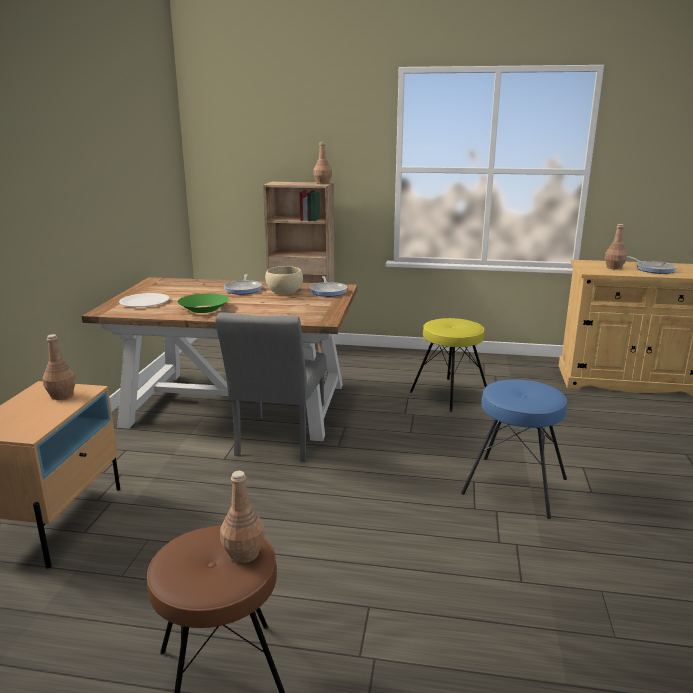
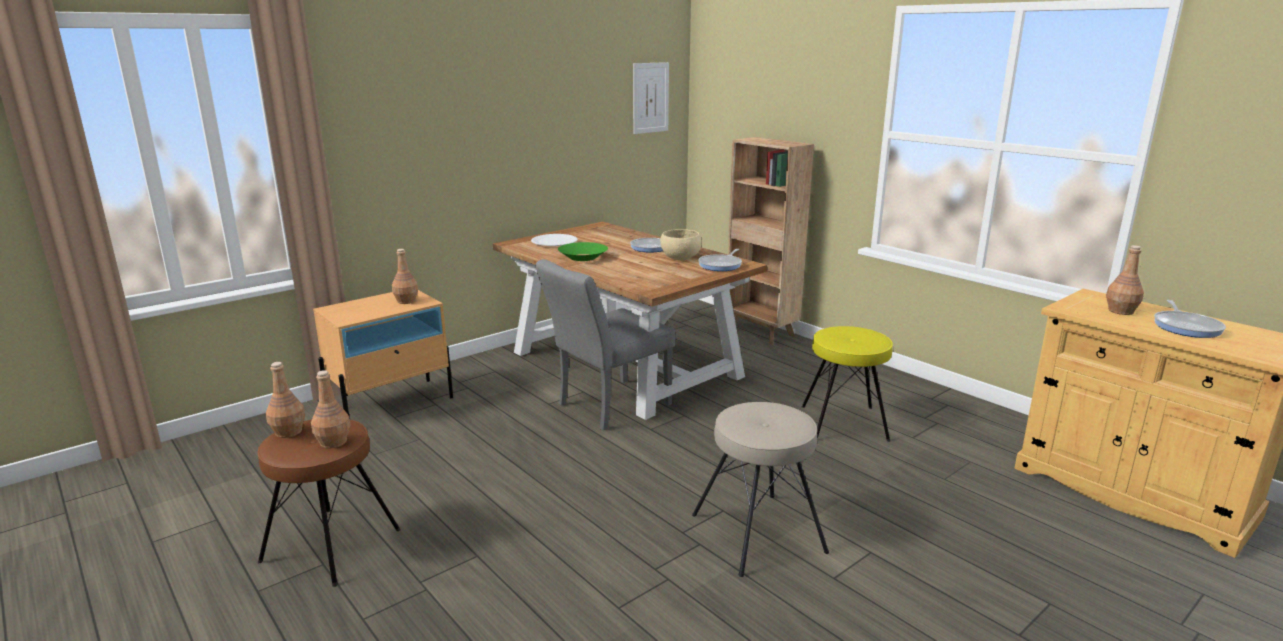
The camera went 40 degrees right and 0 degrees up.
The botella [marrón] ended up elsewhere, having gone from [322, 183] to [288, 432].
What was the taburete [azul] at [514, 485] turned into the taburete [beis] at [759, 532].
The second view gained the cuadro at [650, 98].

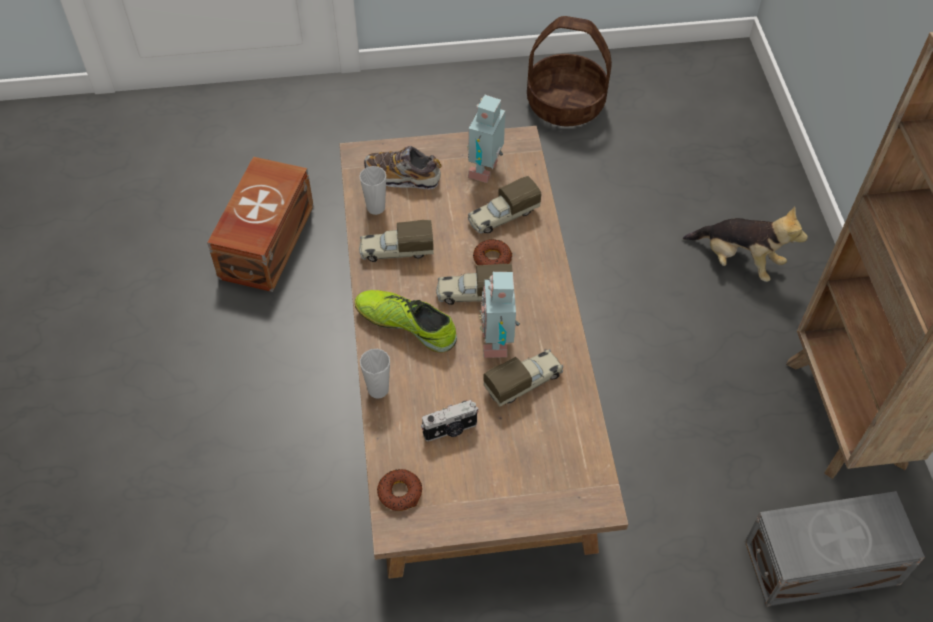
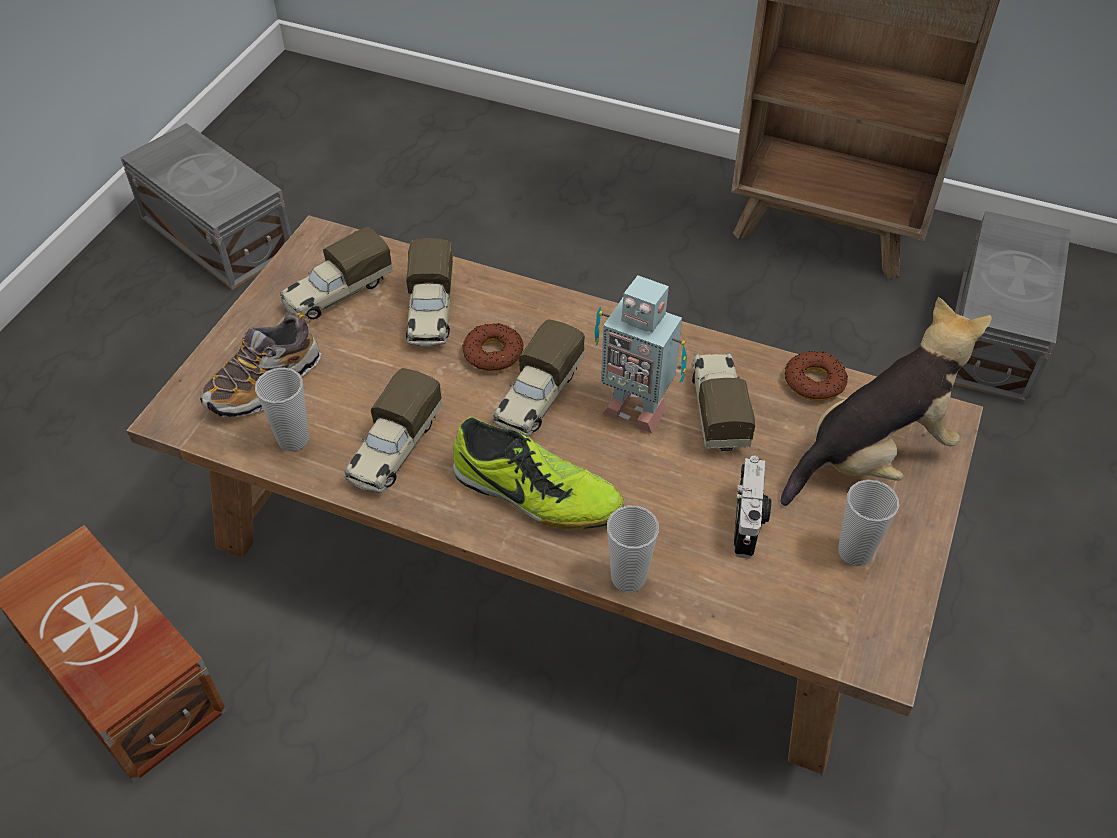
The camera went 60 degrees left and 5 degrees down.
The zapato at [406, 324] ended up facing another way, 120 degrees counterclockwise from before.
The rosquilla ended up elsewhere, having gone from [400, 493] to [814, 381].
Where the robot de juguete stood at [486, 170], the camión de juguete came to stand at [337, 293].
Where the cesta stood at [566, 103], the caja de almacenaje [gris] came to stand at [218, 232].
The peluche ended up elsewhere, having gone from [738, 261] to [872, 456].
The second view gained the taza at [855, 552].

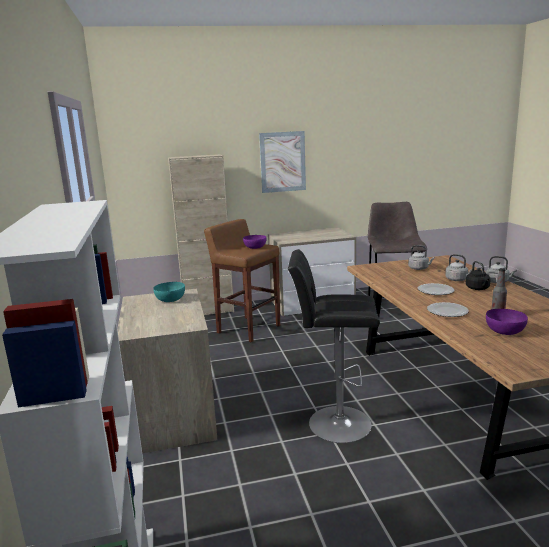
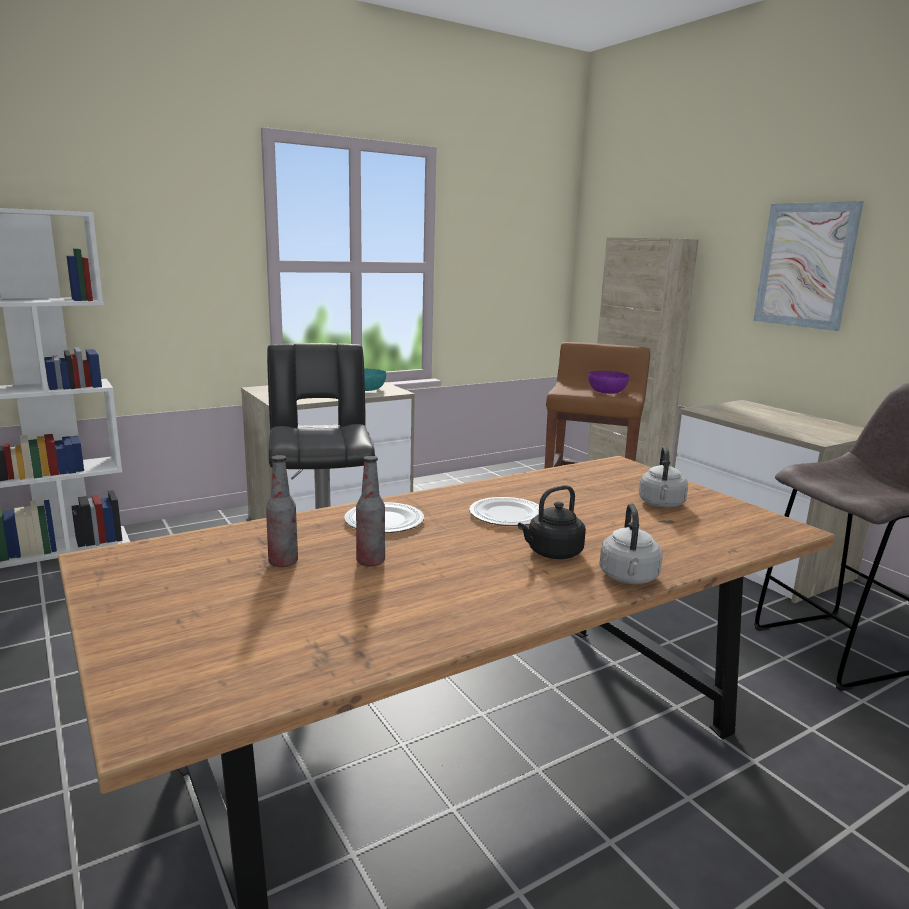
The camera went 70 degrees right and 0 degrees up.
The second view lost the hervidor [gris] at [457, 280].
Where the cuenco [morado] stood at [504, 331], the botella came to stand at [283, 563].

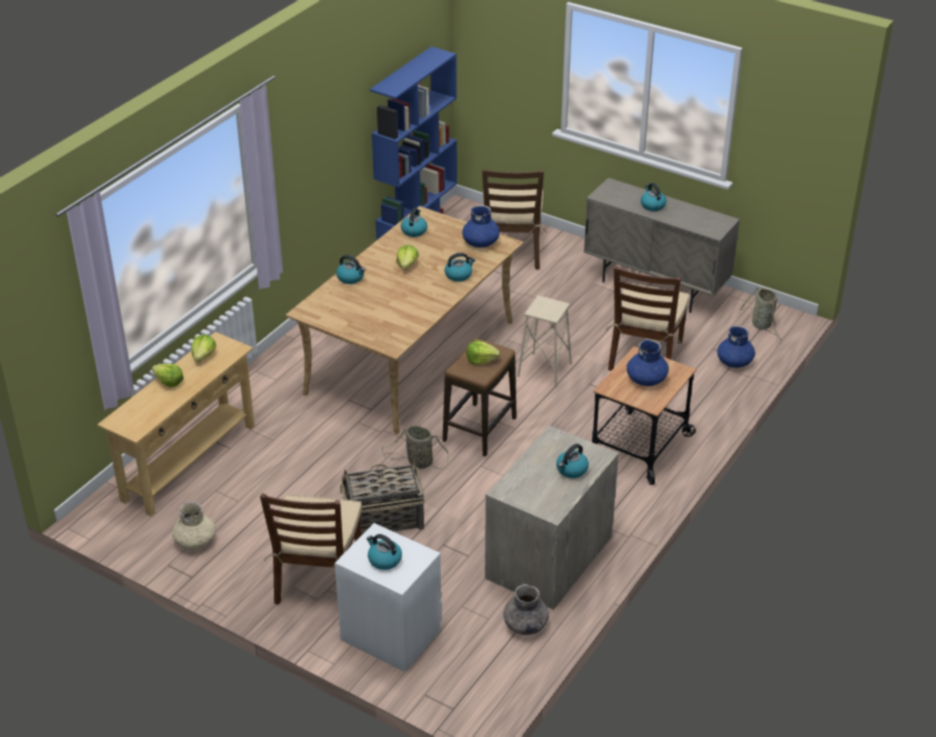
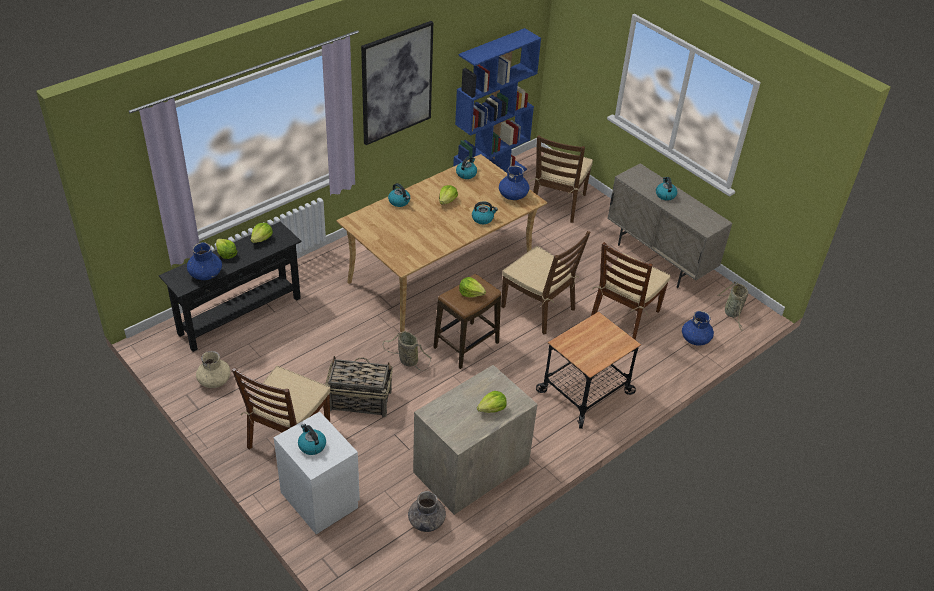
The camera went 15 degrees right and 5 degrees up.
What was the mesa consola [beis] at [188, 462] turned into the mesa consola [negro] at [240, 315].
Where the taburete [beis] stood at [544, 370], the silla [marrón] came to stand at [539, 308].
Where the hervidor stood at [571, 470], the lechuga came to stand at [492, 409].
The florero [azul] ended up elsewhere, having gone from [646, 379] to [206, 274].
The second view gained the cuadro at [396, 83].

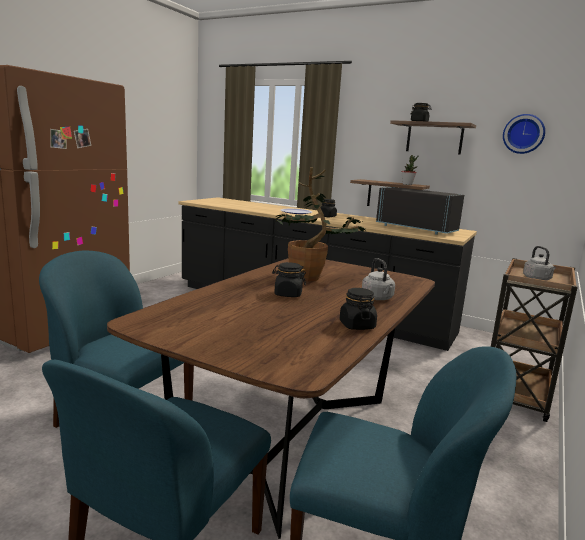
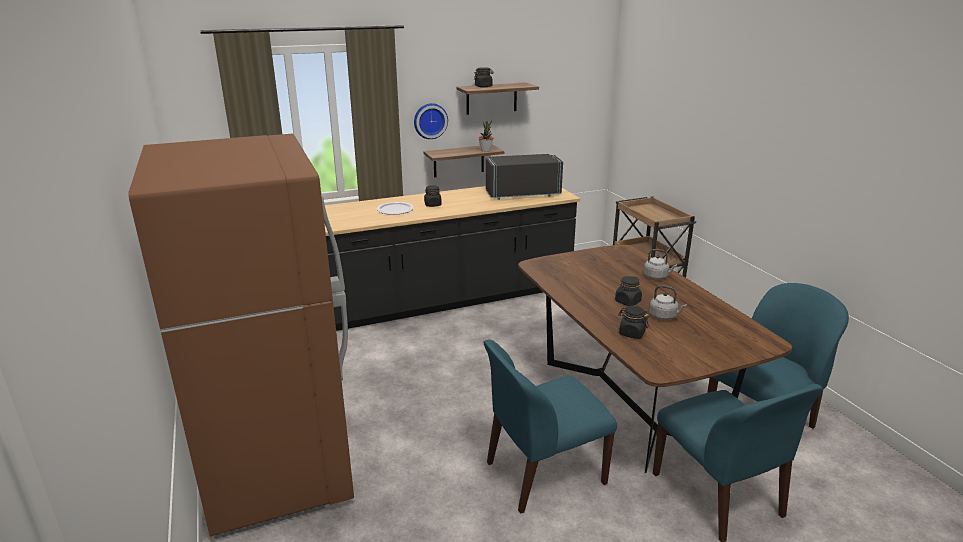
The camera went 50 degrees left and 10 degrees up.
The second view lost the planta en maceta at [313, 278].
The tarro [negro] ended up elsewhere, having gone from [356, 325] to [631, 333].
The reloj de pared ended up elsewhere, having gone from [523, 134] to [430, 120].
The hervidor [gris] ended up elsewhere, having gone from [538, 279] to [664, 316].

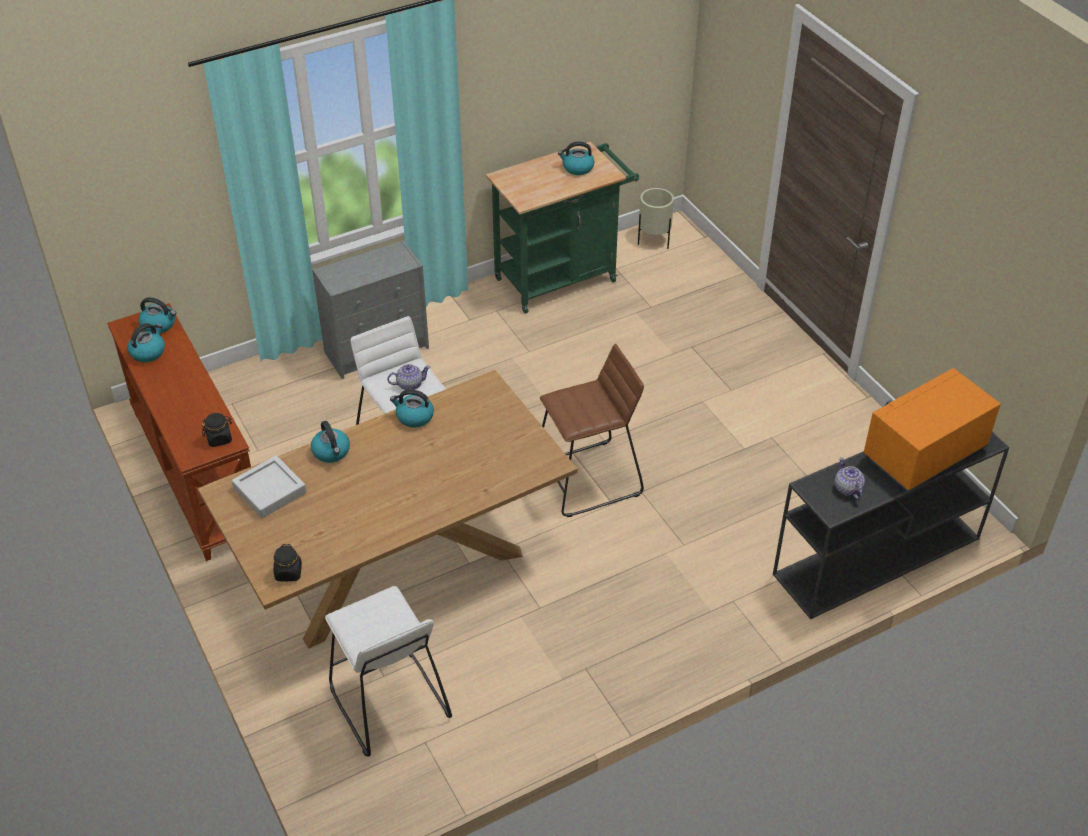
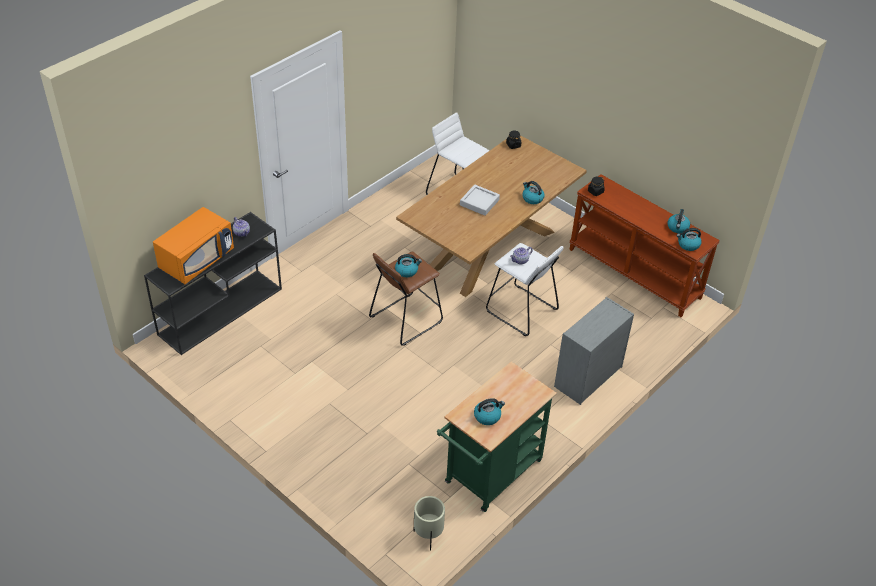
The camera went 160 degrees right and 0 degrees up.
The bandeja [gris] ended up elsewhere, having gone from [270, 490] to [479, 202].
The hervidor ended up elsewhere, having gone from [414, 417] to [407, 271].

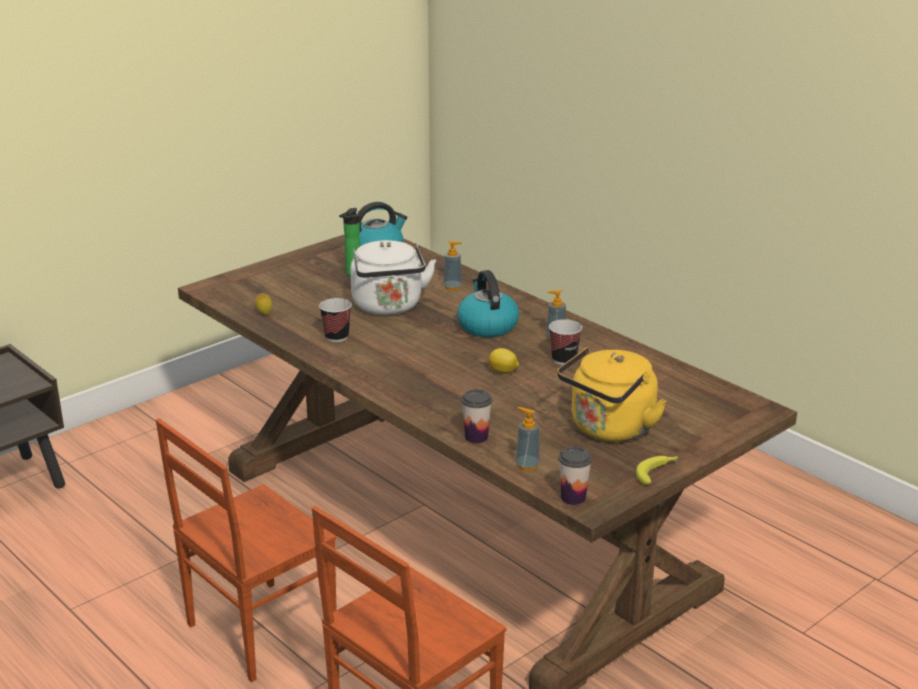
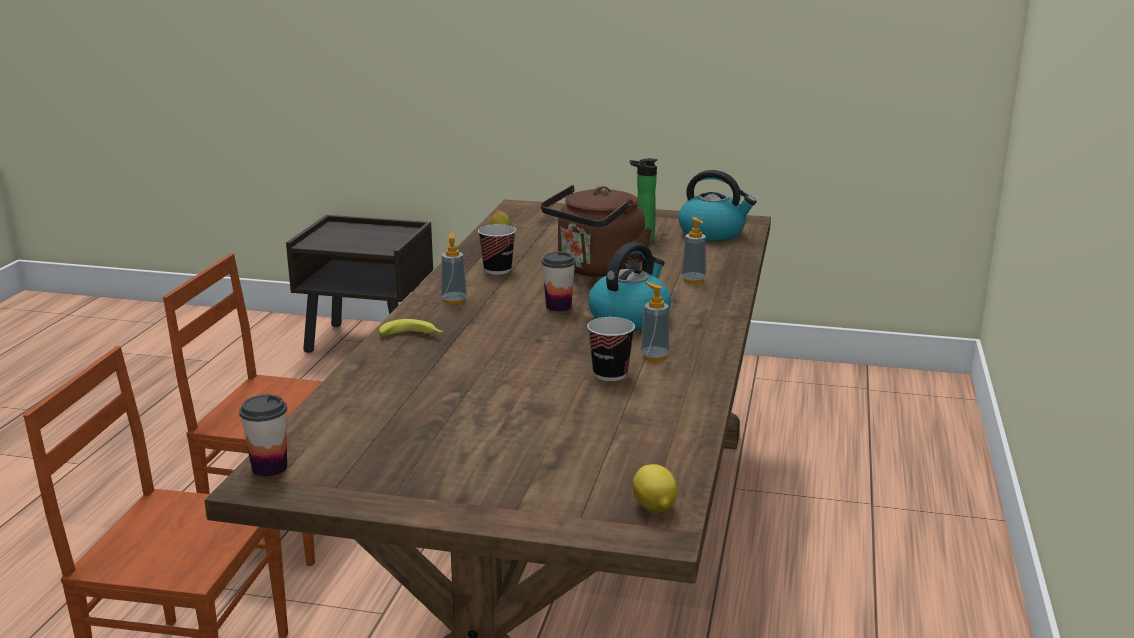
The camera went 55 degrees right and 5 degrees down.
What was the hervidor [blanco] at [389, 307] turned into the hervidor [marrón] at [597, 270].
The taza ended up elsewhere, having gone from [476, 437] to [558, 307].
The limón ended up elsewhere, having gone from [503, 372] to [654, 508].
The dispensador de jabón ended up elsewhere, having gone from [527, 465] to [454, 300].
The second view lost the hervidor [amarillo] at [609, 429].
The plátano ended up elsewhere, having gone from [657, 472] to [413, 336].

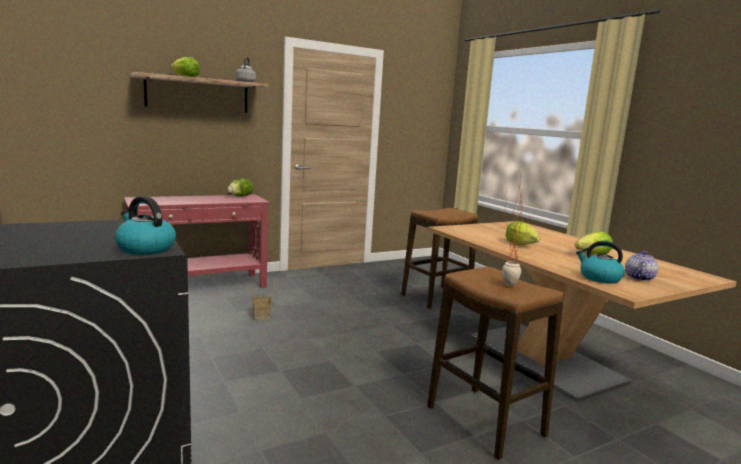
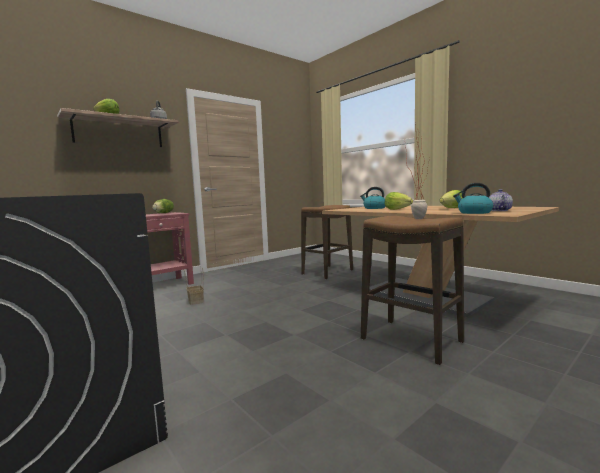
The camera went 10 degrees left and 5 degrees down.
The hervidor ended up elsewhere, having gone from [145, 248] to [374, 208].

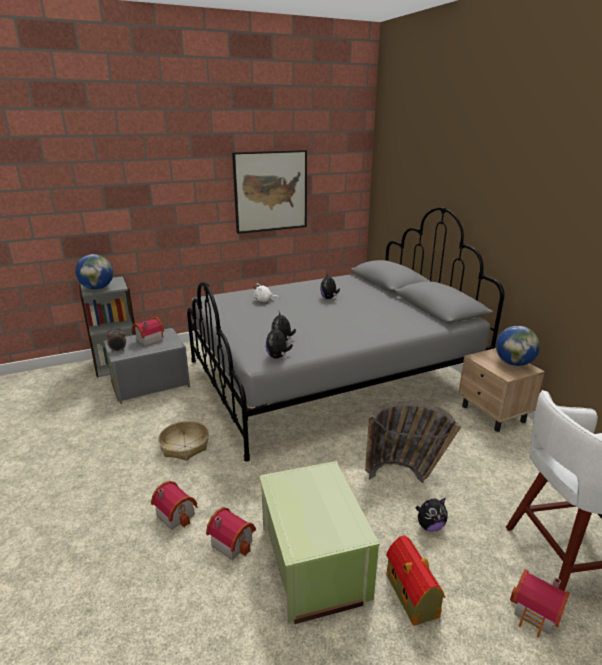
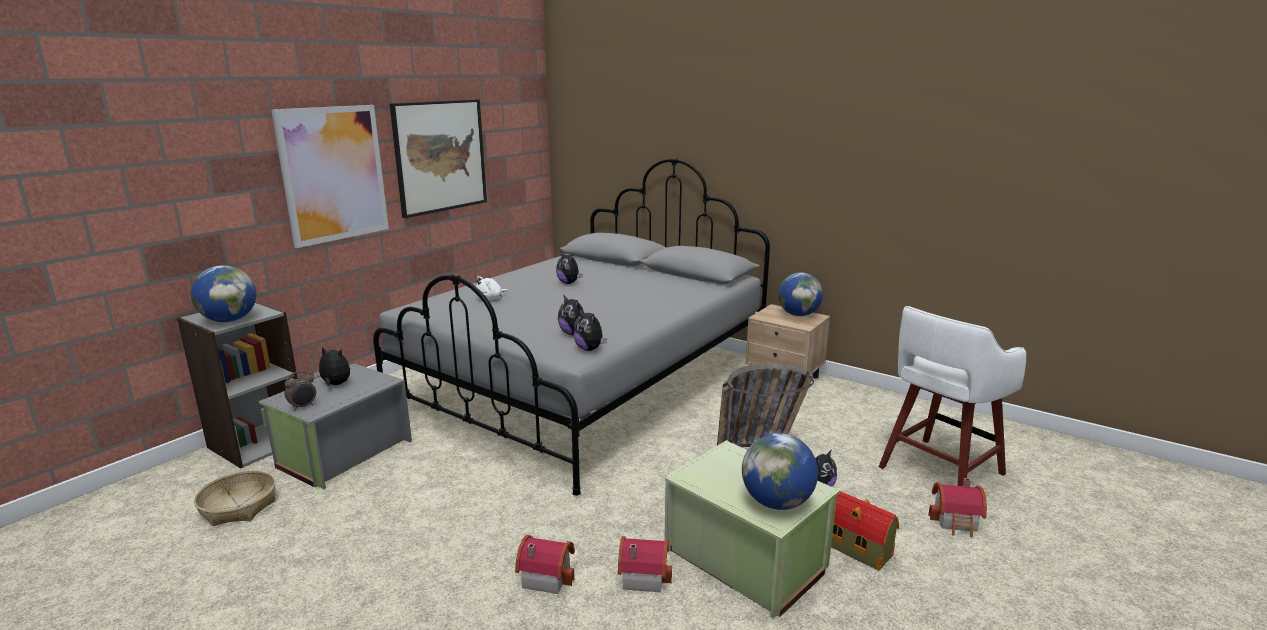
The camera went 30 degrees left and 5 degrees down.
Where the casita stood at [148, 340], the peluche came to stand at [335, 384].
The cesta ended up elsewhere, having gone from [184, 446] to [238, 507].
The second view gained the cuadro at [334, 174].
The second view gained the globo terráqueo at [777, 502].

